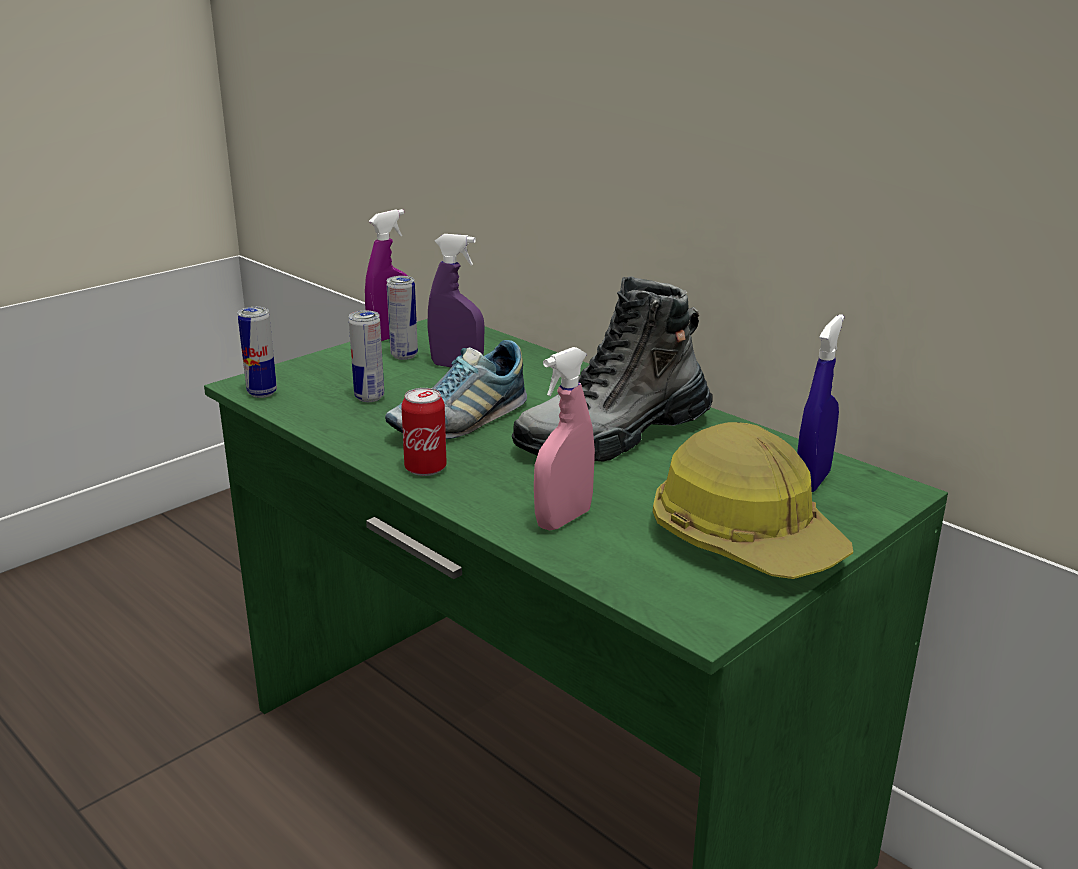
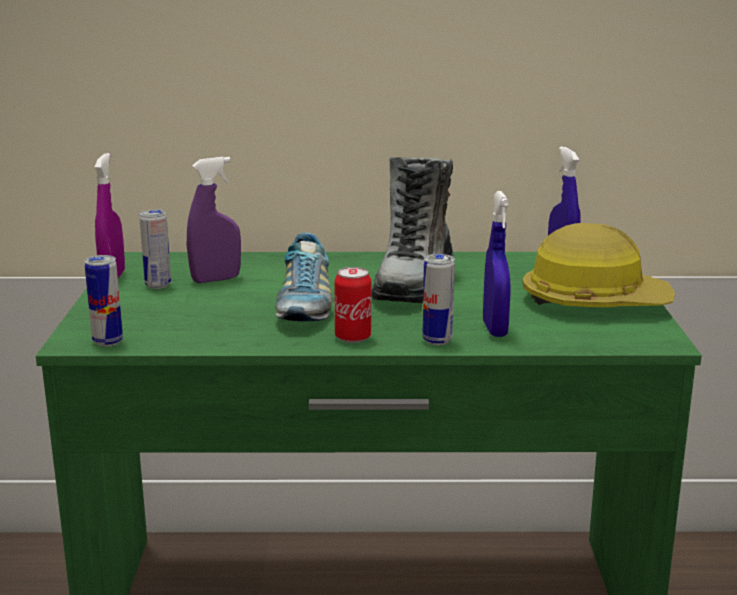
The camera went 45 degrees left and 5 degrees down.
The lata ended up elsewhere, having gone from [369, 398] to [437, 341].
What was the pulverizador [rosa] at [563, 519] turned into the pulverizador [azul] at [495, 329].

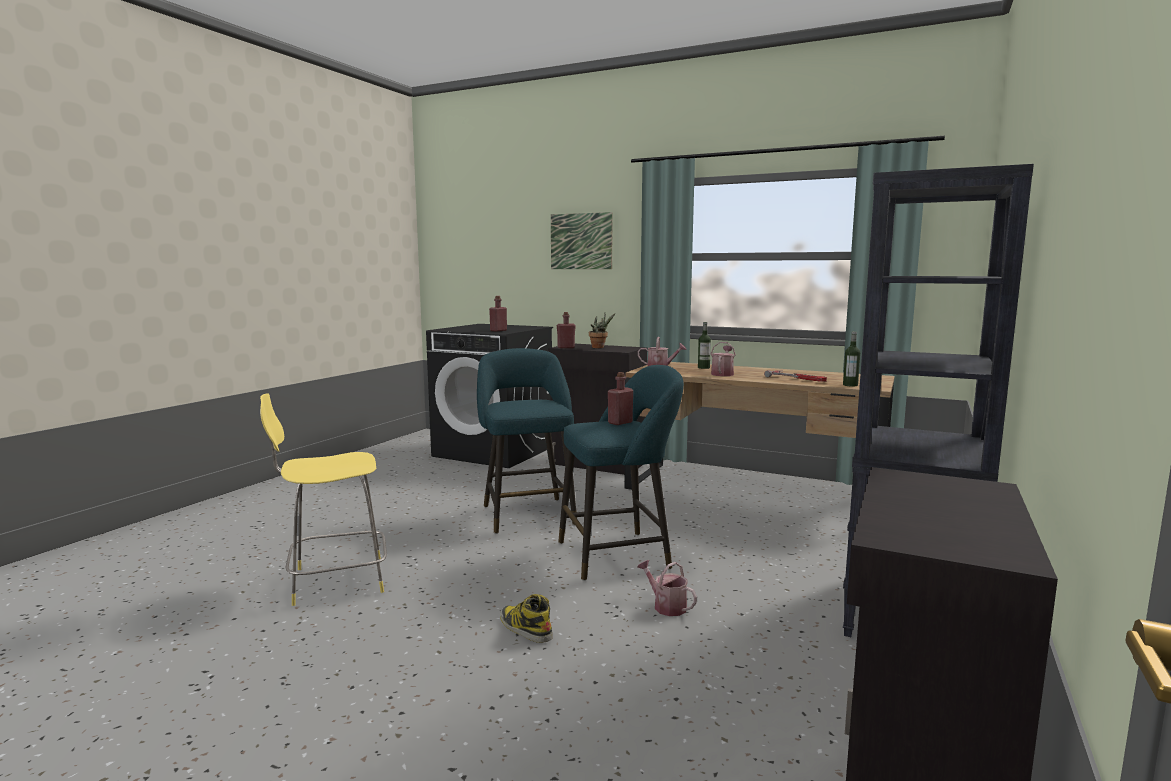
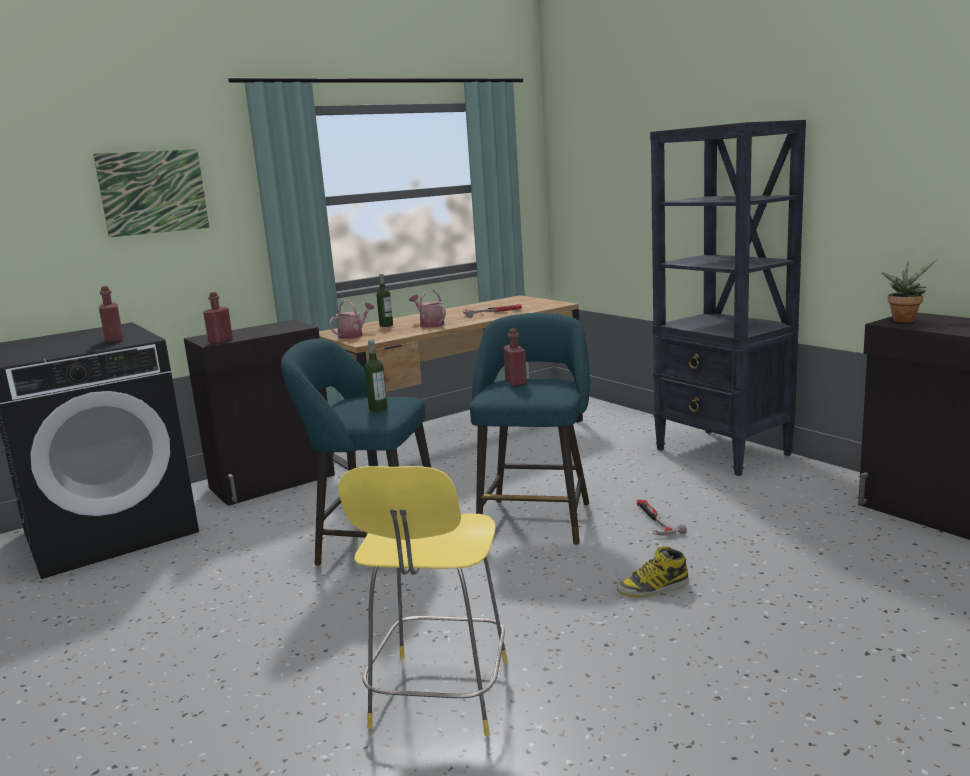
The camera went 60 degrees left and 5 degrees up.
The planta en maceta ended up elsewhere, having gone from [600, 347] to [904, 320].
Where the regadera stood at [666, 606], the martillo came to stand at [654, 521].
The botella ended up elsewhere, having gone from [850, 385] to [378, 409].

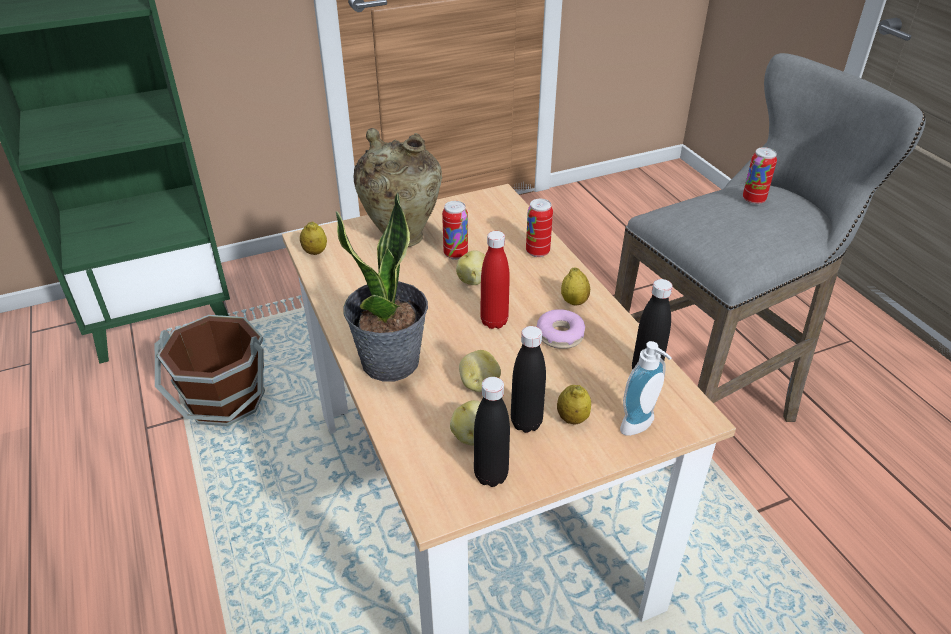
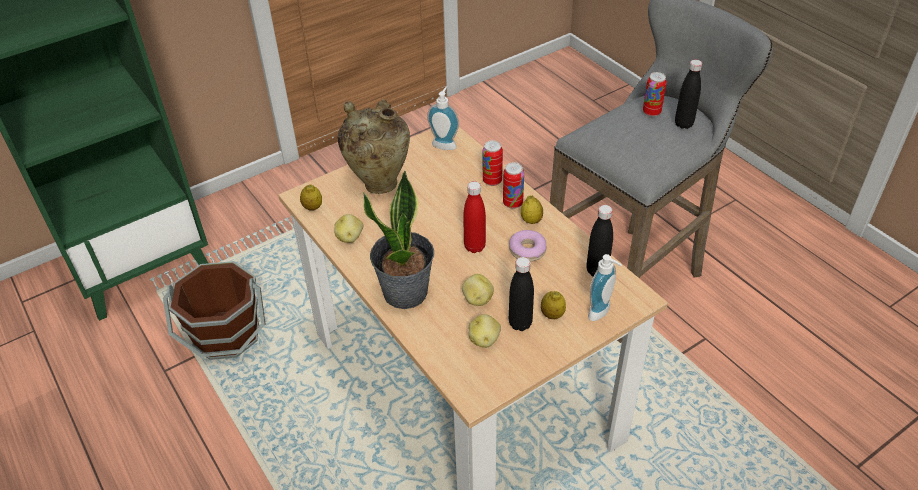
The camera went 10 degrees left and 5 degrees up.
The lata ended up elsewhere, having gone from [455, 254] to [512, 203].
The patata ended up elsewhere, having gone from [474, 280] to [350, 237].
The botella [negro] ended up elsewhere, having gone from [491, 475] to [683, 124].
The second view gained the dispensador de jabón at [445, 144].

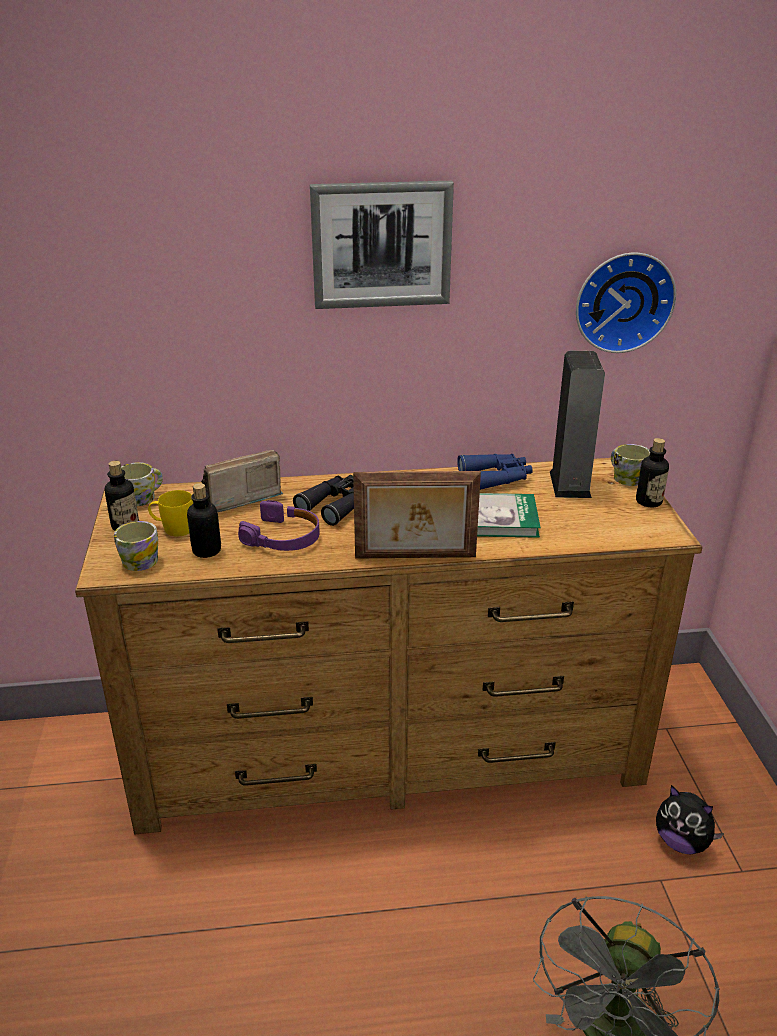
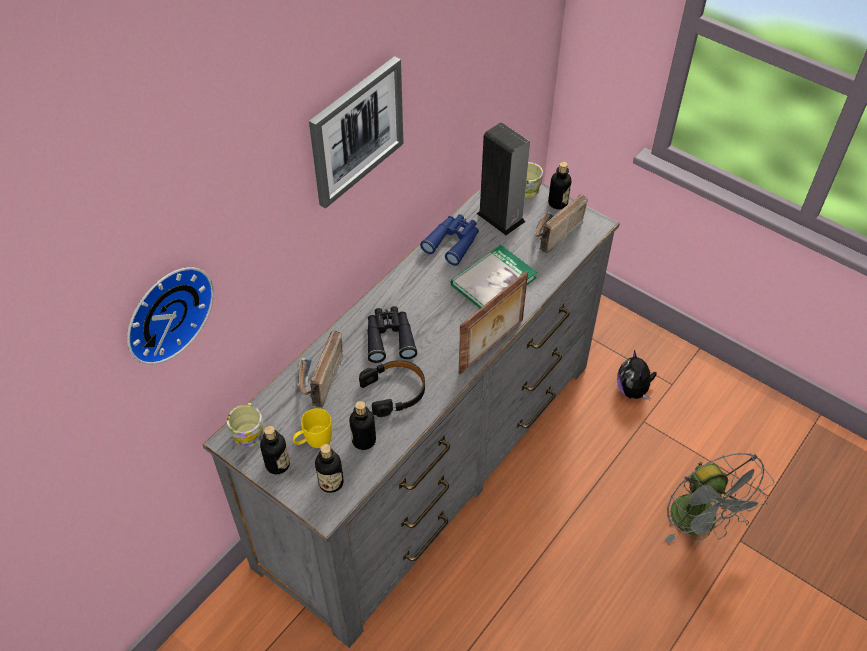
The camera went 45 degrees left and 20 degrees up.
What was the cómoda [marrón] at [388, 749] turned into the cómoda [gris] at [430, 460].
Where the taza grande stood at [138, 559], the botella came to stand at [331, 482].
What was the auriculares [morado] at [283, 537] turned into the auriculares [negro] at [394, 391].
The reloj de pared ended up elsewhere, having gone from [622, 301] to [165, 311].
The peluche at [682, 842] ended up facing another way, 90 degrees clockwise from before.
The second view gained the radio at [552, 234].

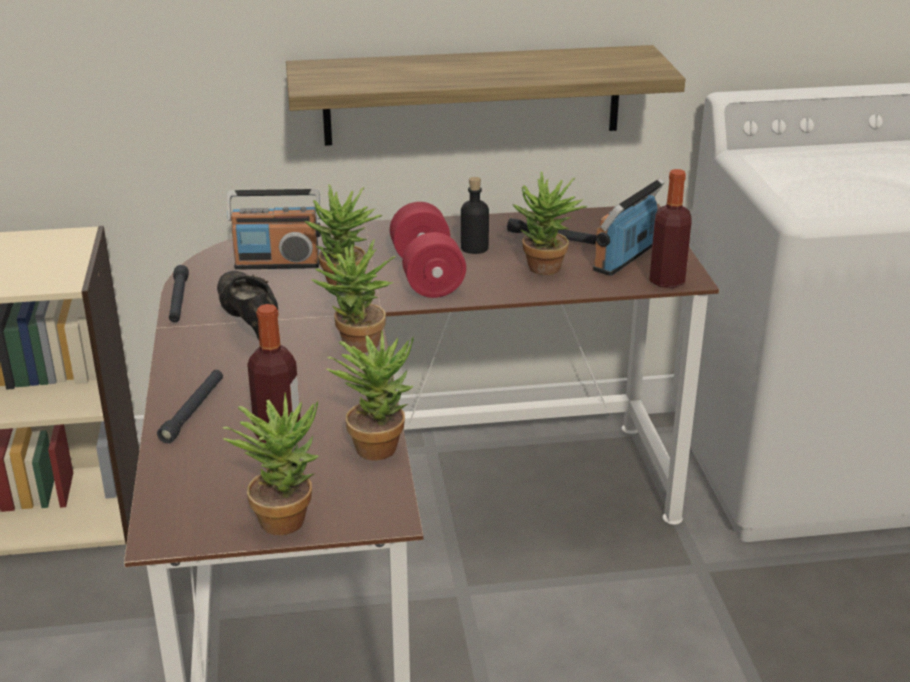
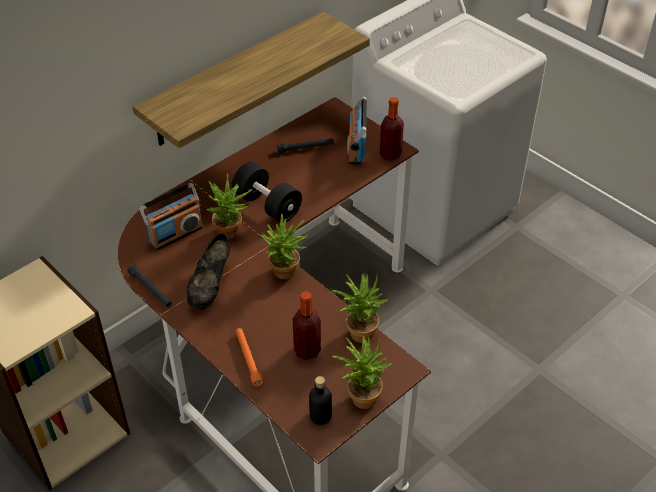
The camera went 35 degrees left and 15 degrees up.
What was the linterna [negro] at [193, 411] turned into the linterna [naranja] at [248, 359].
The zapato [negro] at [250, 323] ended up facing another way, 105 degrees counterclockwise from before.
What was the mancuerna [rojo] at [427, 274] turned into the mancuerna [negro] at [267, 205].
The botella [negro] ended up elsewhere, having gone from [474, 248] to [320, 415].
The second view lost the planta en maceta at [546, 271].

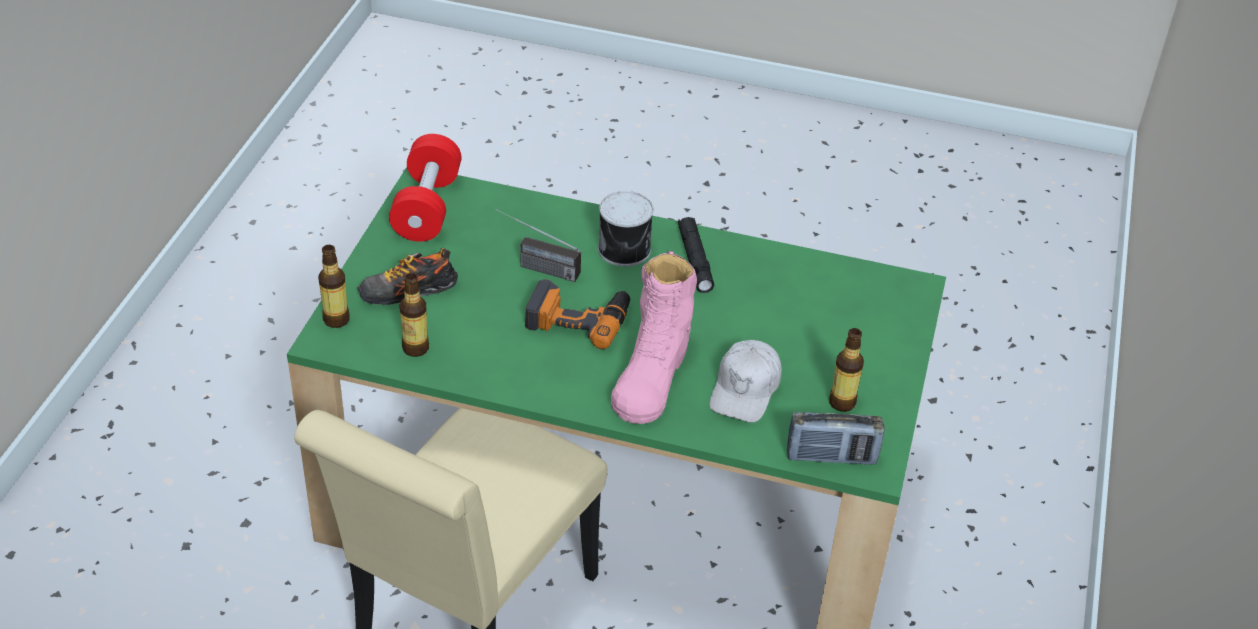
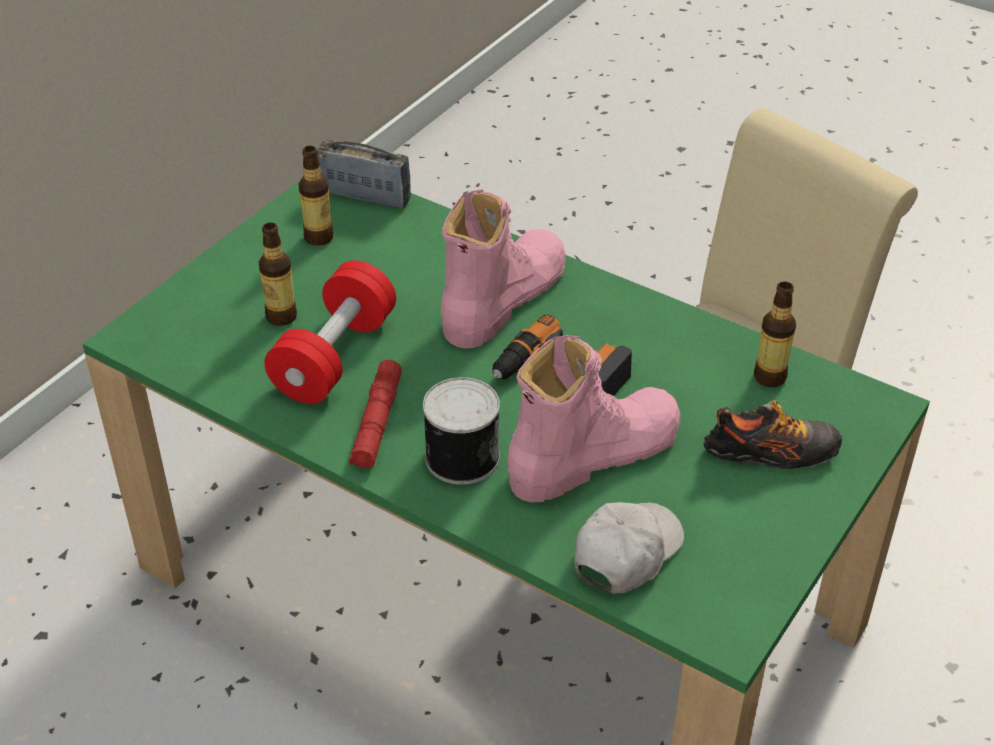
The camera went 160 degrees left and 0 degrees up.
The botella ended up elsewhere, having gone from [336, 319] to [281, 316].
The mancuerna [rojo] ended up elsewhere, having gone from [427, 207] to [334, 357].
Where the radio stood at [534, 266], the bota [rosa] came to stand at [593, 455].
What was the linterna [negro] at [695, 260] turned into the linterna [rojo] at [377, 423].
The gorra [blanco] ended up elsewhere, having gone from [745, 390] to [626, 553].

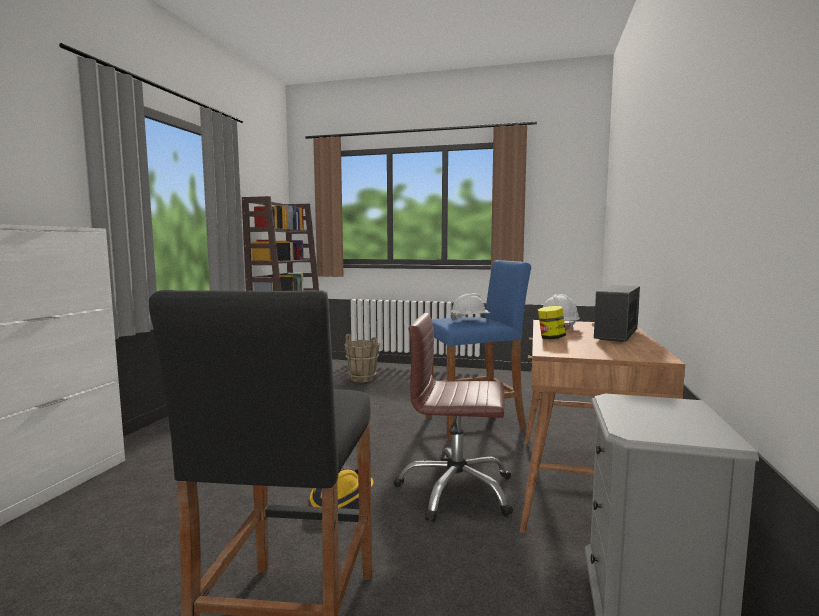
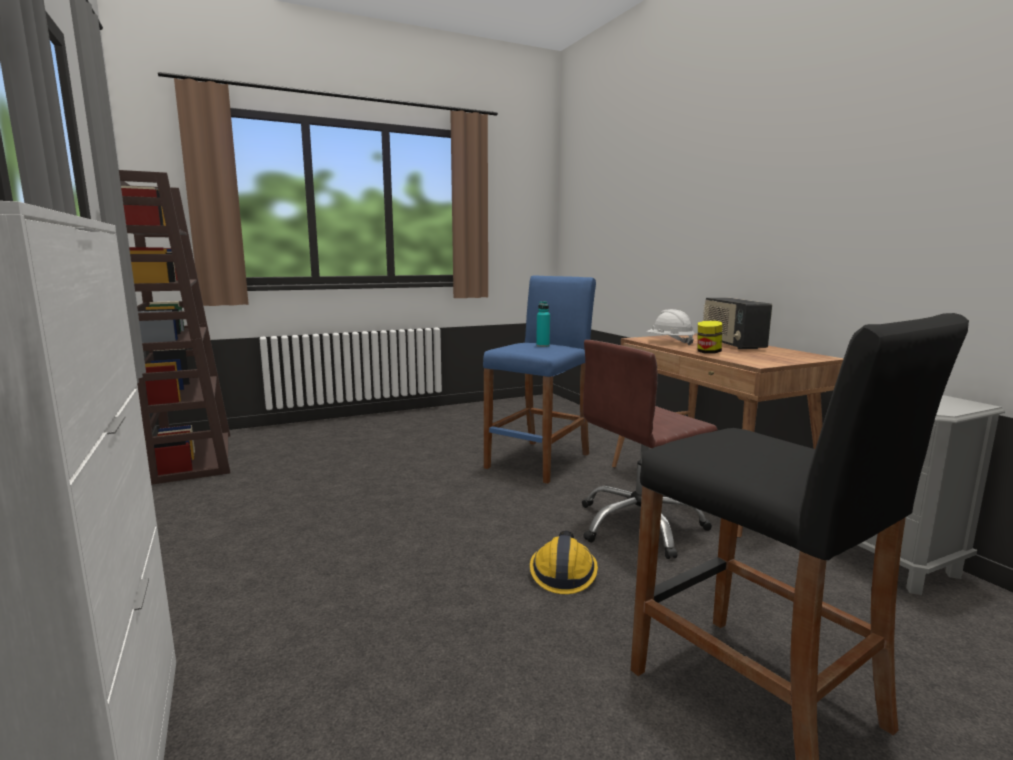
The camera went 40 degrees left and 5 degrees up.
The second view lost the cubo [marrón] at [362, 379].
Where the casco [blanco] stood at [470, 320], the botella [turquesa] came to stand at [542, 346].

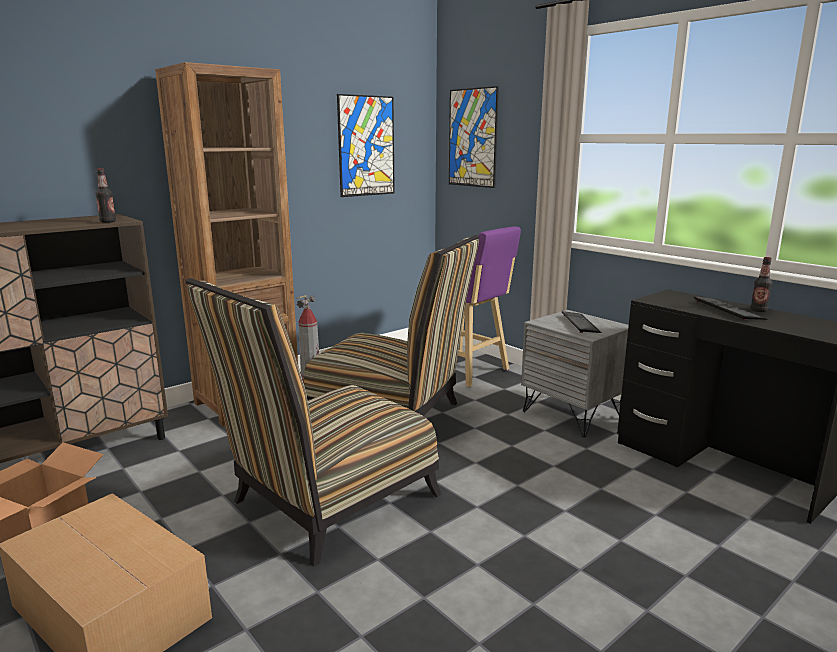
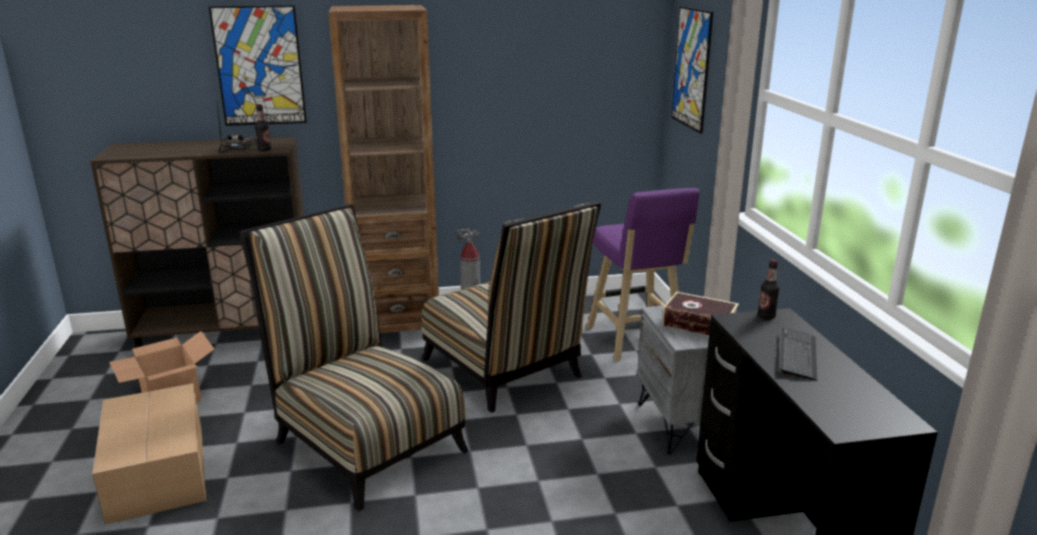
The camera went 30 degrees right and 5 degrees up.
The silla at [327, 503] ended up facing another way, 60 degrees clockwise from before.
The cuadro ended up elsewhere, having gone from [366, 146] to [259, 66].
Where the teclado stood at [580, 323], the libro came to stand at [699, 323].
The botella ended up elsewhere, having gone from [758, 310] to [766, 316].
The second view gained the radio at [238, 149].

